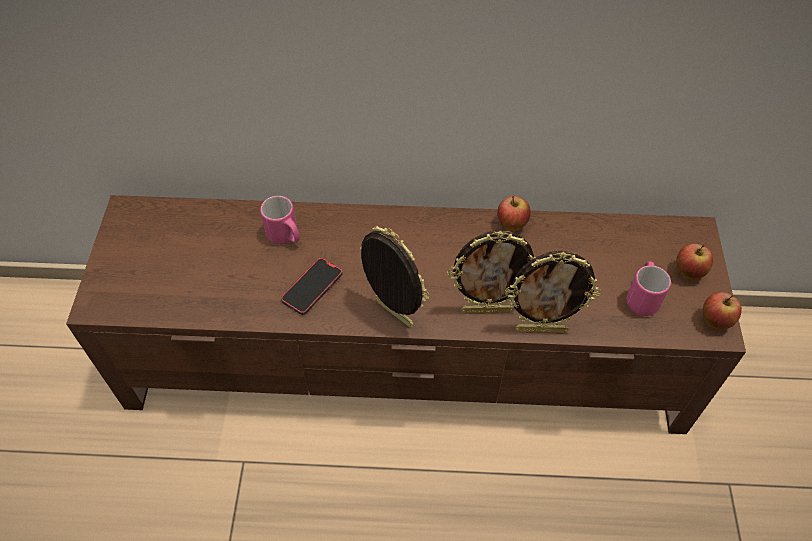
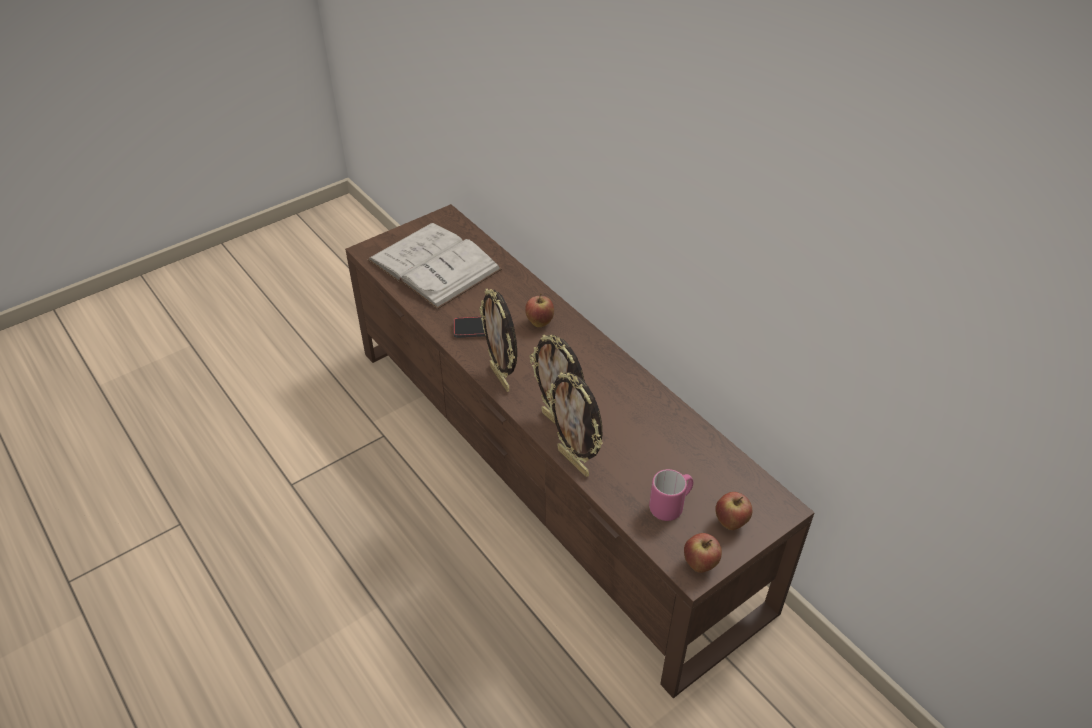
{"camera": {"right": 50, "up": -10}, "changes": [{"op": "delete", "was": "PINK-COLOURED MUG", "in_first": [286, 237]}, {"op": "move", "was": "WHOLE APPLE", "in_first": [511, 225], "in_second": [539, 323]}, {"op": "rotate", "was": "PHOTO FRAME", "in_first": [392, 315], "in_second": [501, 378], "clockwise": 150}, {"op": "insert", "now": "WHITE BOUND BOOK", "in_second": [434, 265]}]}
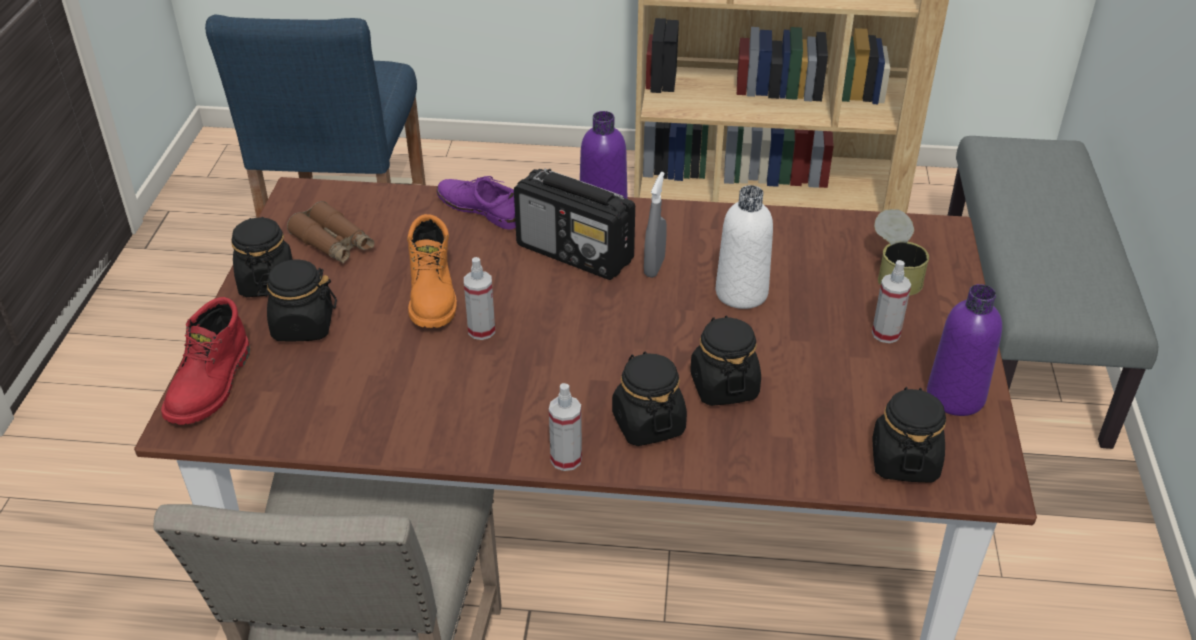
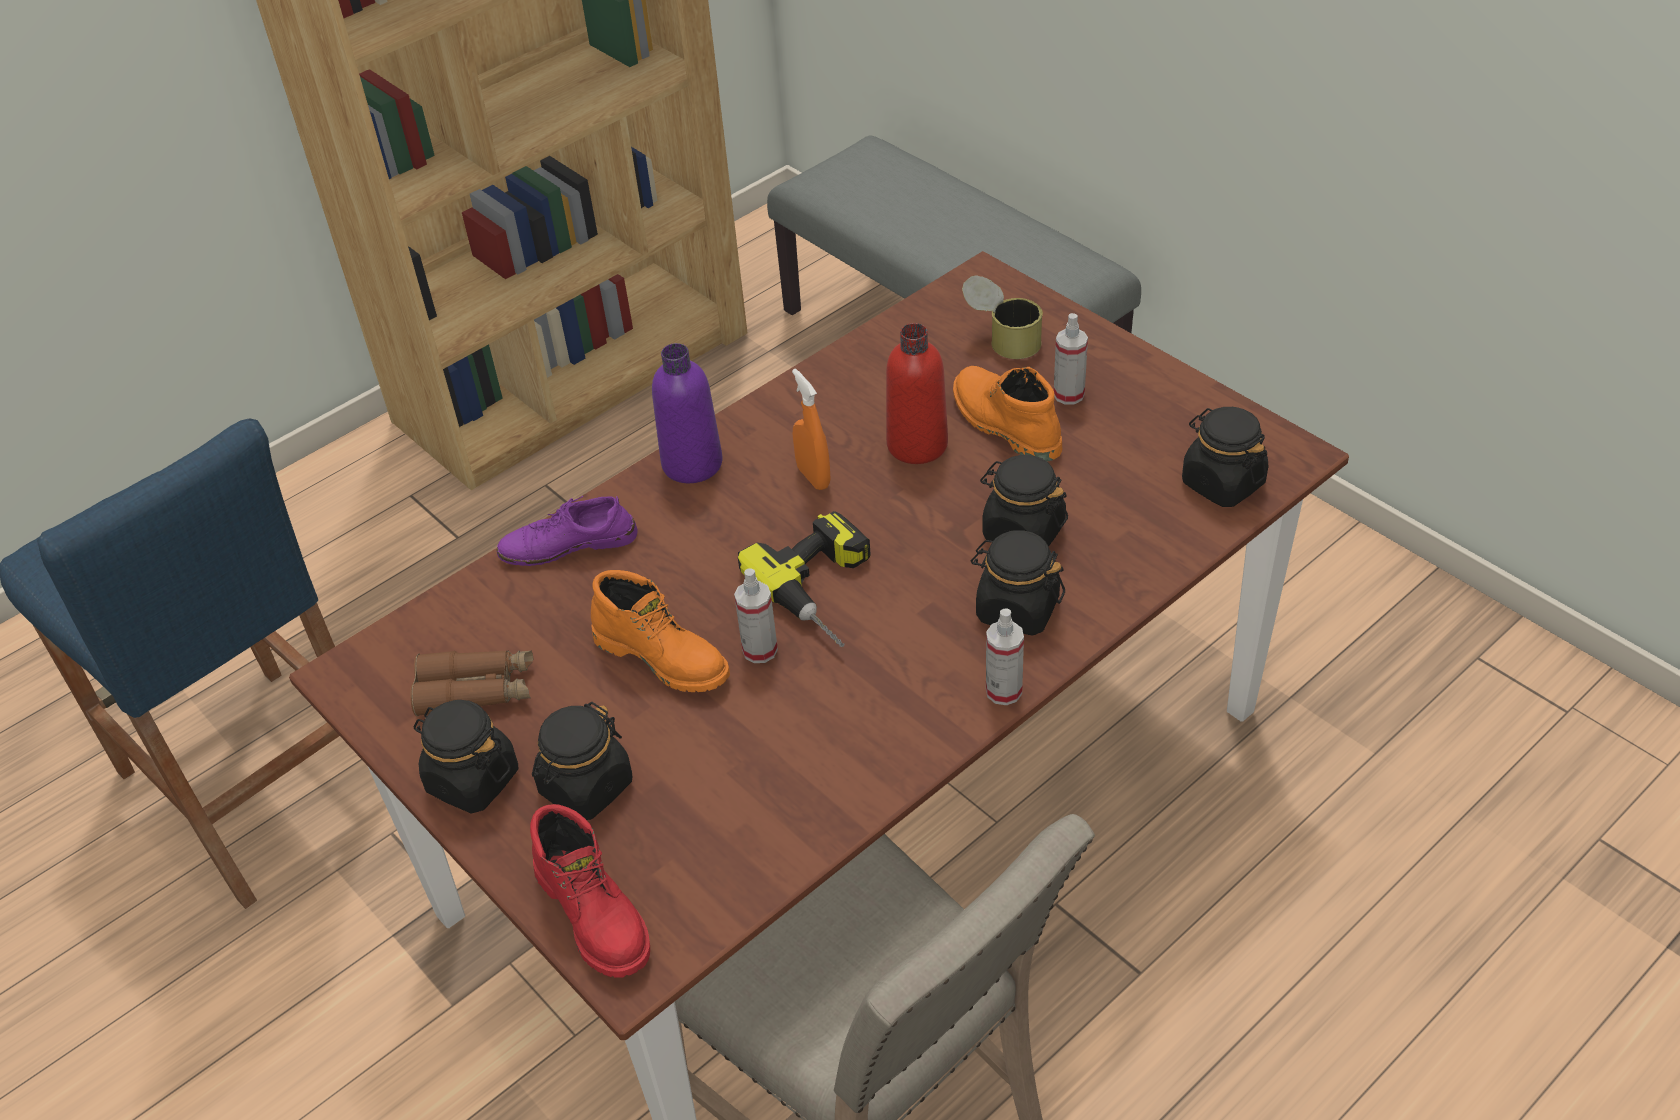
{"camera": {"right": -45, "up": 5}, "changes": [{"op": "delete", "was": "RADIO SET", "in_first": [575, 253]}, {"op": "recolor", "was": "GREY SPRAY BOTTLE", "now": "ORANGEY SPRAY BOTTLE", "in_first": [654, 267], "in_second": [813, 477]}, {"op": "recolor", "was": "WHITE BOTTLE", "now": "RED BOTTLE", "in_first": [741, 293], "in_second": [917, 445]}, {"op": "delete", "was": "PURPLISH BOTTLE", "in_first": [955, 397]}, {"op": "insert", "now": "ORANGEY HIGH-TOP BOOT", "in_second": [1003, 424]}, {"op": "insert", "now": "POWER DRILL", "in_second": [828, 590]}]}
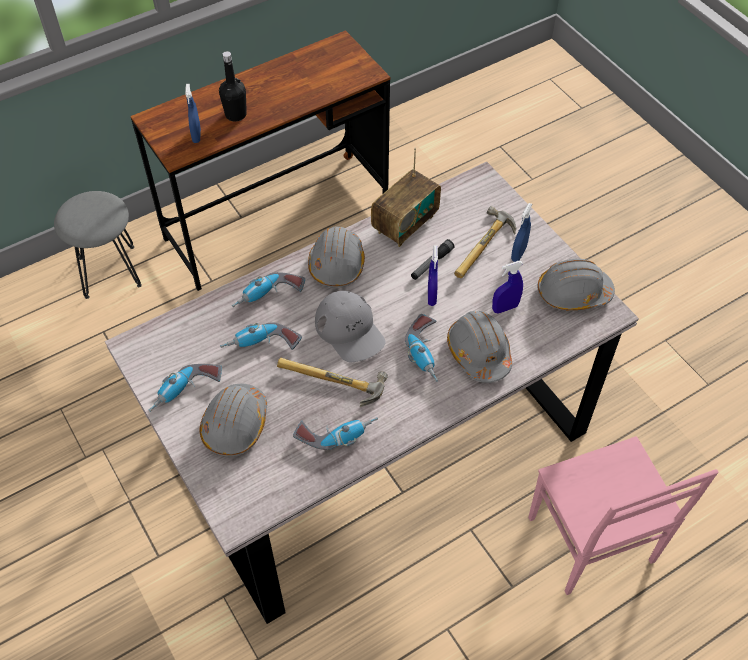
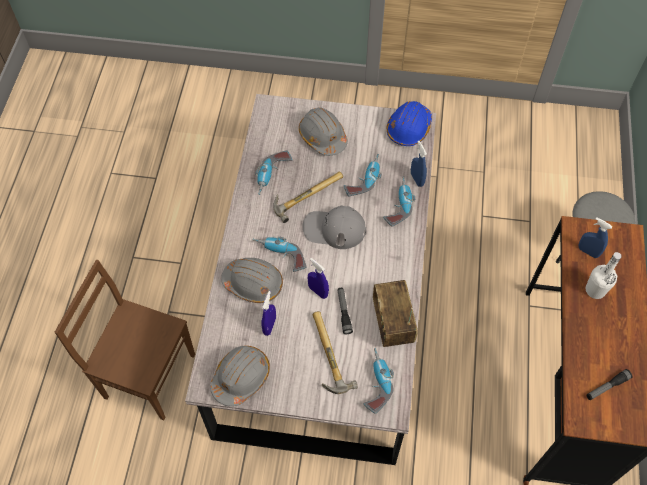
{"camera": {"right": 130, "up": 5}, "changes": [{"op": "recolor", "was": "BLACK-COLOURED BOTTLE", "now": "WHITE BOTTLE", "in_first": [236, 114], "in_second": [595, 290]}, {"op": "move", "was": "BLUE-COLOURED SPRAY BOTTLE", "in_first": [518, 254], "in_second": [417, 179]}, {"op": "delete", "was": "GREY WORK HELMET", "in_first": [337, 264]}, {"op": "move", "was": "POWER DRILL", "in_first": [186, 393], "in_second": [375, 383]}, {"op": "recolor", "was": "PINK-COLOURED CHAIR", "now": "BROWNISH CHAIR", "in_first": [590, 542], "in_second": [149, 374]}, {"op": "insert", "now": "BLUE-COLOURED WORK HELMET", "in_second": [408, 128]}, {"op": "insert", "now": "HAND TORCH", "in_second": [607, 387]}]}
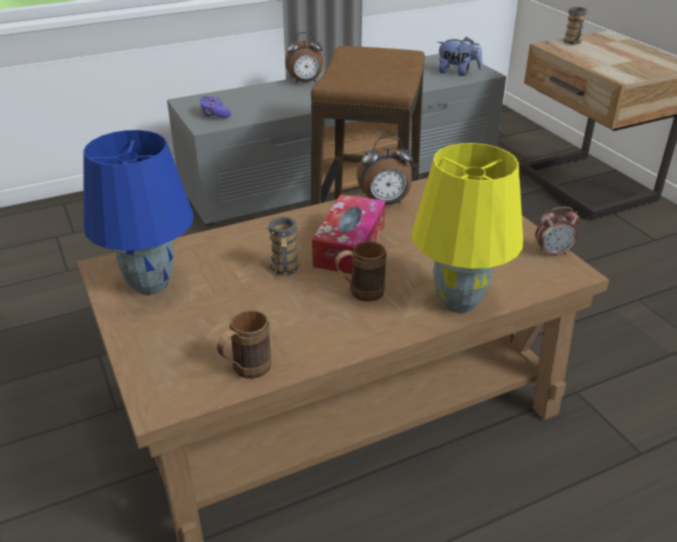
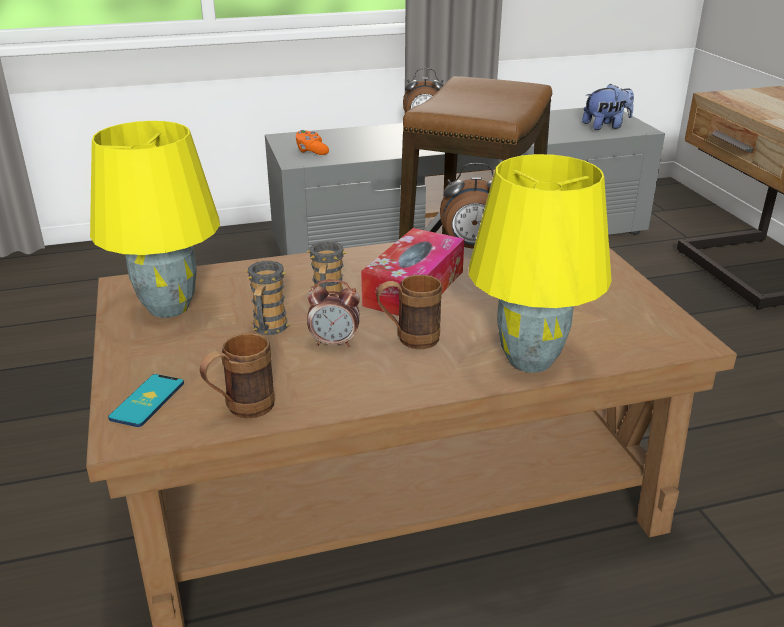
{"camera": {"right": 10, "up": -5}, "changes": [{"op": "move", "was": "MUG", "in_first": [573, 42], "in_second": [268, 329]}, {"op": "rotate", "was": "PLUSH TOY", "in_first": [457, 72], "in_second": [606, 126], "clockwise": -45}, {"op": "recolor", "was": "PURPLISH GAMEPAD", "now": "ORANGEY GAMEPAD", "in_first": [214, 114], "in_second": [311, 151]}, {"op": "recolor", "was": "BLUE-COLOURED TABLE LAMP", "now": "YELLOW-COLOURED TABLE LAMP", "in_first": [150, 286], "in_second": [168, 309]}, {"op": "move", "was": "BEDSIDE CLOCK", "in_first": [552, 252], "in_second": [334, 343]}, {"op": "insert", "now": "PHONE", "in_second": [147, 401]}]}
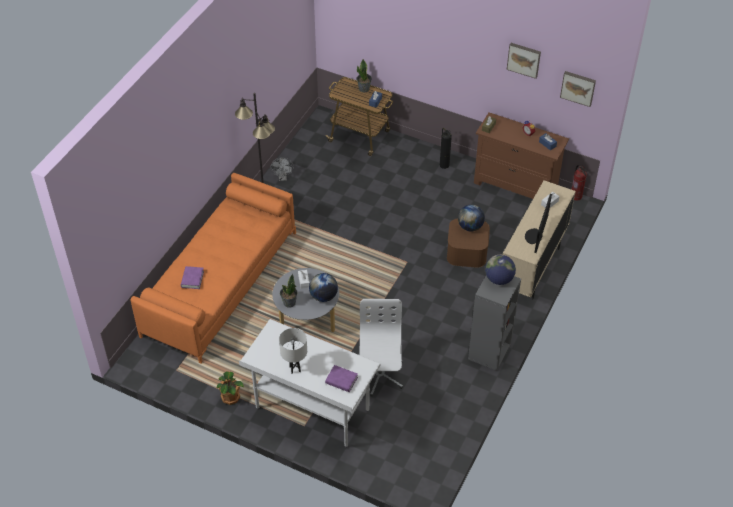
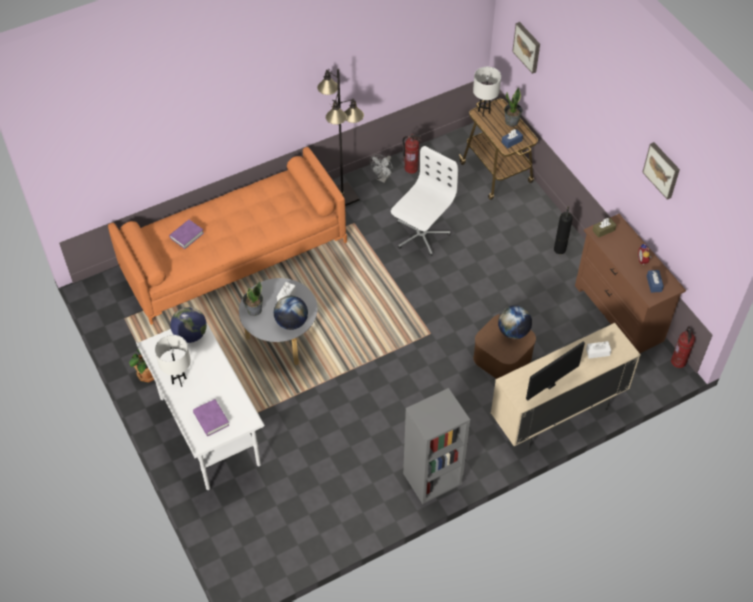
{"camera": {"right": 35, "up": 5}, "changes": [{"op": "move", "was": "WALL PICTURE", "in_first": [578, 87], "in_second": [527, 47]}, {"op": "move", "was": "GLOBE", "in_first": [499, 279], "in_second": [190, 335]}, {"op": "move", "was": "WHITE COMPUTER CHAIR", "in_first": [379, 375], "in_second": [420, 235]}, {"op": "insert", "now": "WHITE TABLE LAMP", "in_second": [484, 112]}, {"op": "insert", "now": "FIRE-FIGHTING CYLINDER", "in_second": [411, 168]}]}
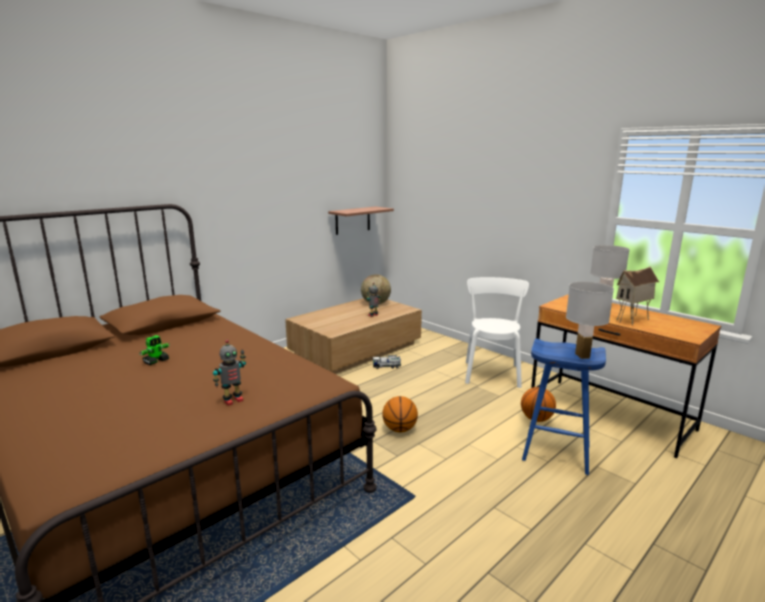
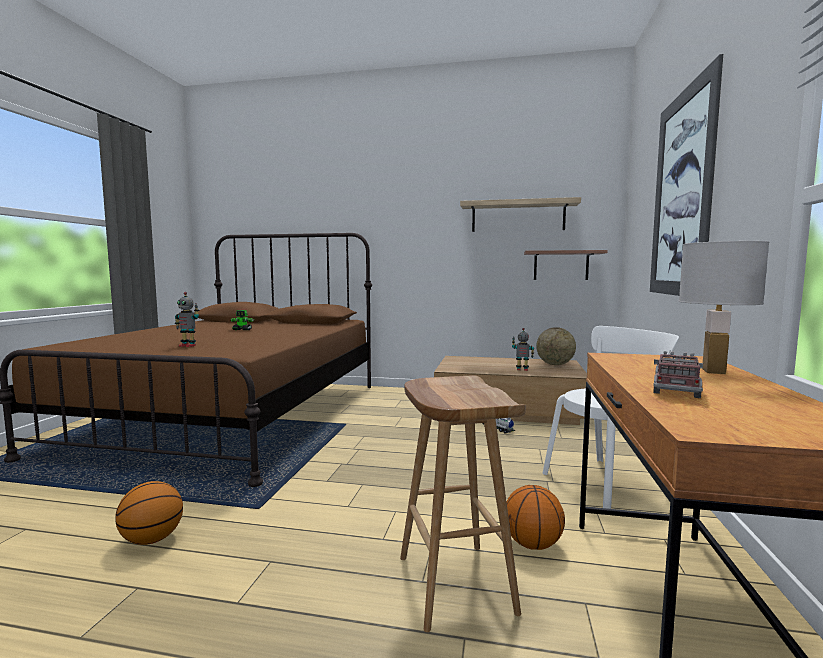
{"camera": {"right": 55, "up": -10}, "changes": [{"op": "replace", "was": "MINIATURE HOUSE", "now": "TOY TRUCK", "in_first": [632, 321], "in_second": [676, 389]}, {"op": "delete", "was": "WHITE TABLE LAMP", "in_first": [582, 356]}, {"op": "recolor", "was": "BLUE-COLOURED STOOL", "now": "BROWNISH STOOL", "in_first": [555, 453], "in_second": [453, 583]}, {"op": "move", "was": "BALL FOR BASKETBALL", "in_first": [399, 429], "in_second": [152, 539]}, {"op": "insert", "now": "WALL PICTURE", "in_second": [681, 194]}, {"op": "insert", "now": "SHELF", "in_second": [518, 216]}]}
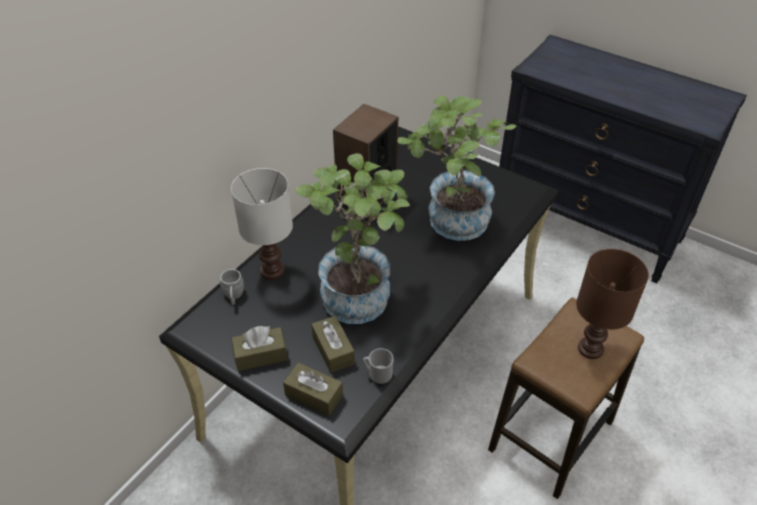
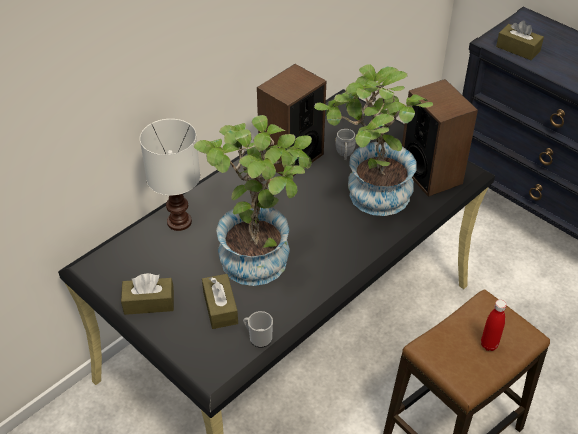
{"camera": {"right": 10, "up": 0}, "changes": [{"op": "replace", "was": "BROWNISH TABLE LAMP", "now": "RED BOTTLE", "in_first": [590, 349], "in_second": [489, 345]}, {"op": "move", "was": "GREY MUG", "in_first": [234, 297], "in_second": [345, 154]}, {"op": "move", "was": "BROWNISH TISSUE BOX", "in_first": [314, 395], "in_second": [518, 49]}, {"op": "insert", "now": "LOUDSPEAKER", "in_second": [431, 173]}]}
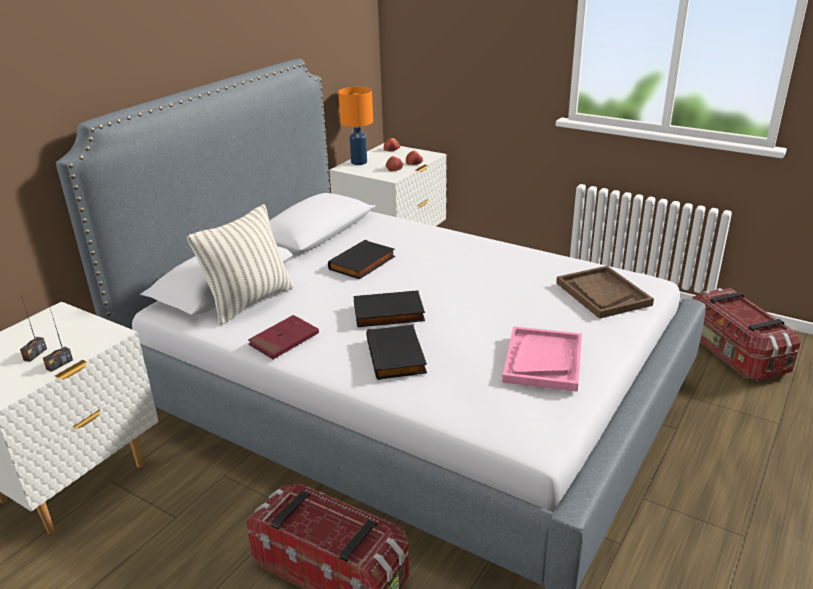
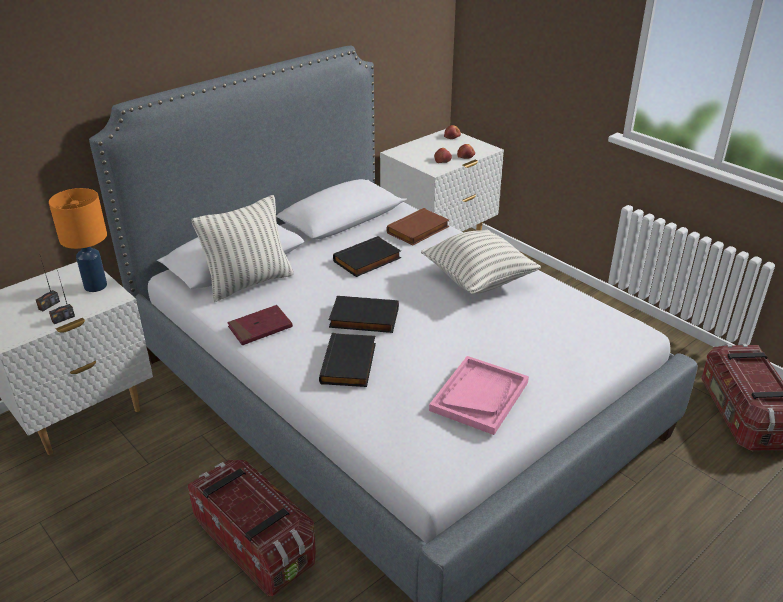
{"camera": {"right": 15, "up": 5}, "changes": [{"op": "move", "was": "ORANGEY TABLE LAMP", "in_first": [359, 162], "in_second": [96, 285]}, {"op": "delete", "was": "BROWNISH TRAY", "in_first": [602, 294]}, {"op": "insert", "now": "BROWNISH BOUND BOOK", "in_second": [418, 230]}, {"op": "insert", "now": "THROW PILLOW", "in_second": [478, 280]}]}
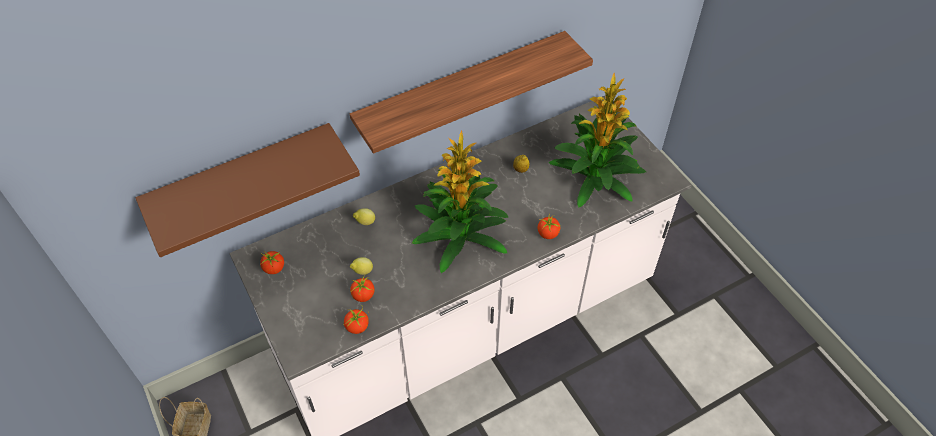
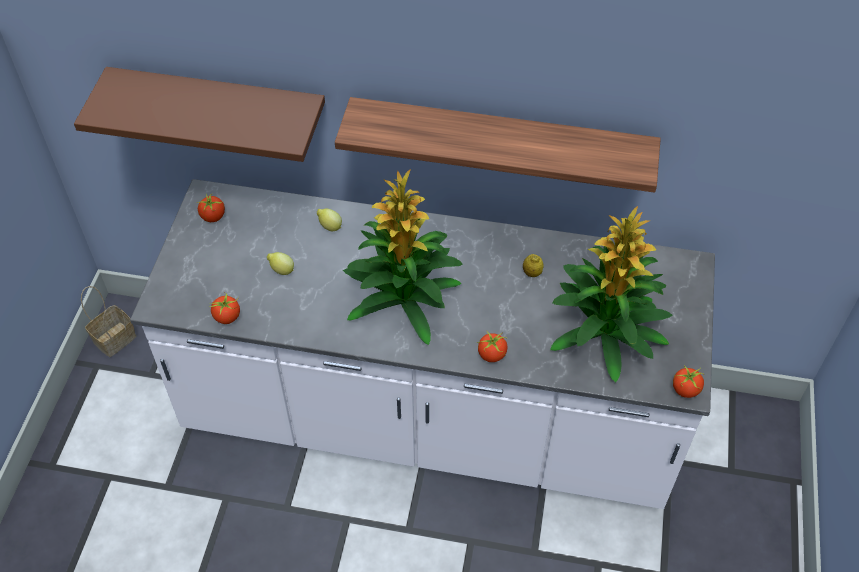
{"camera": {"right": 40, "up": 0}, "changes": [{"op": "move", "was": "FRESH TOMATO", "in_first": [363, 295], "in_second": [685, 390]}]}
